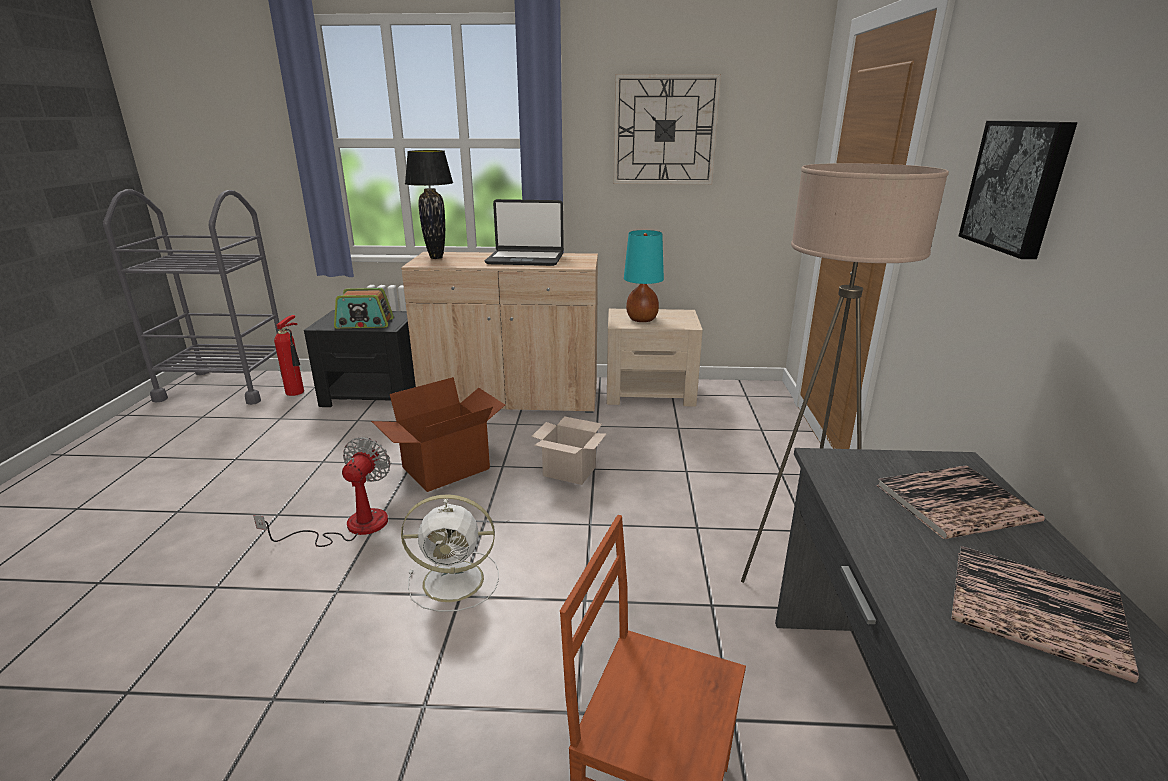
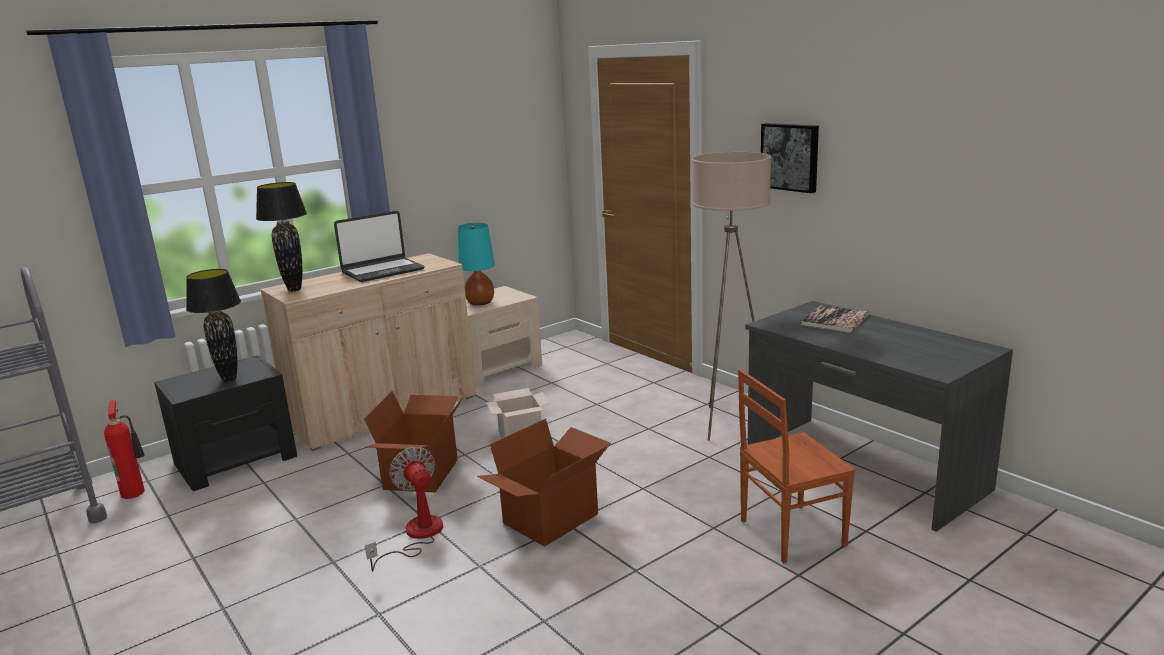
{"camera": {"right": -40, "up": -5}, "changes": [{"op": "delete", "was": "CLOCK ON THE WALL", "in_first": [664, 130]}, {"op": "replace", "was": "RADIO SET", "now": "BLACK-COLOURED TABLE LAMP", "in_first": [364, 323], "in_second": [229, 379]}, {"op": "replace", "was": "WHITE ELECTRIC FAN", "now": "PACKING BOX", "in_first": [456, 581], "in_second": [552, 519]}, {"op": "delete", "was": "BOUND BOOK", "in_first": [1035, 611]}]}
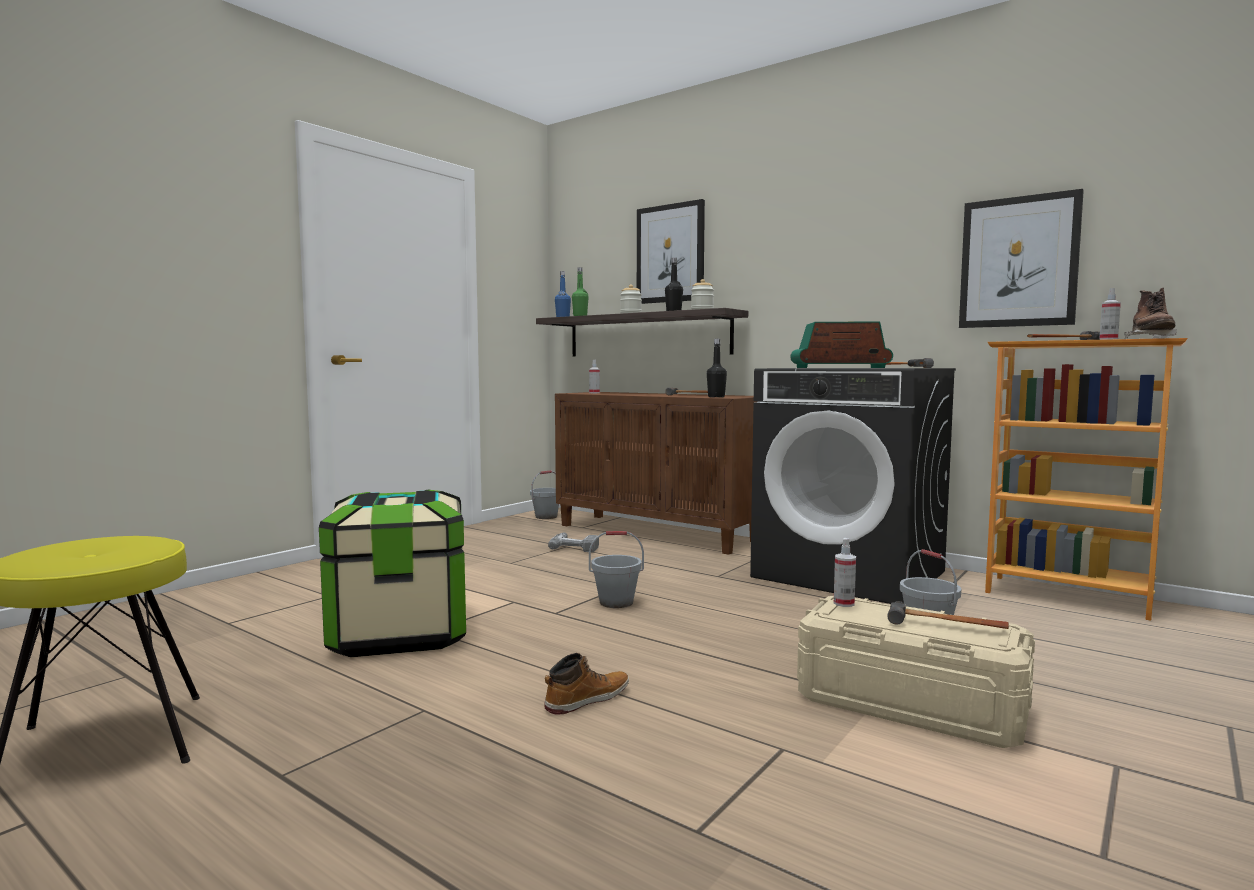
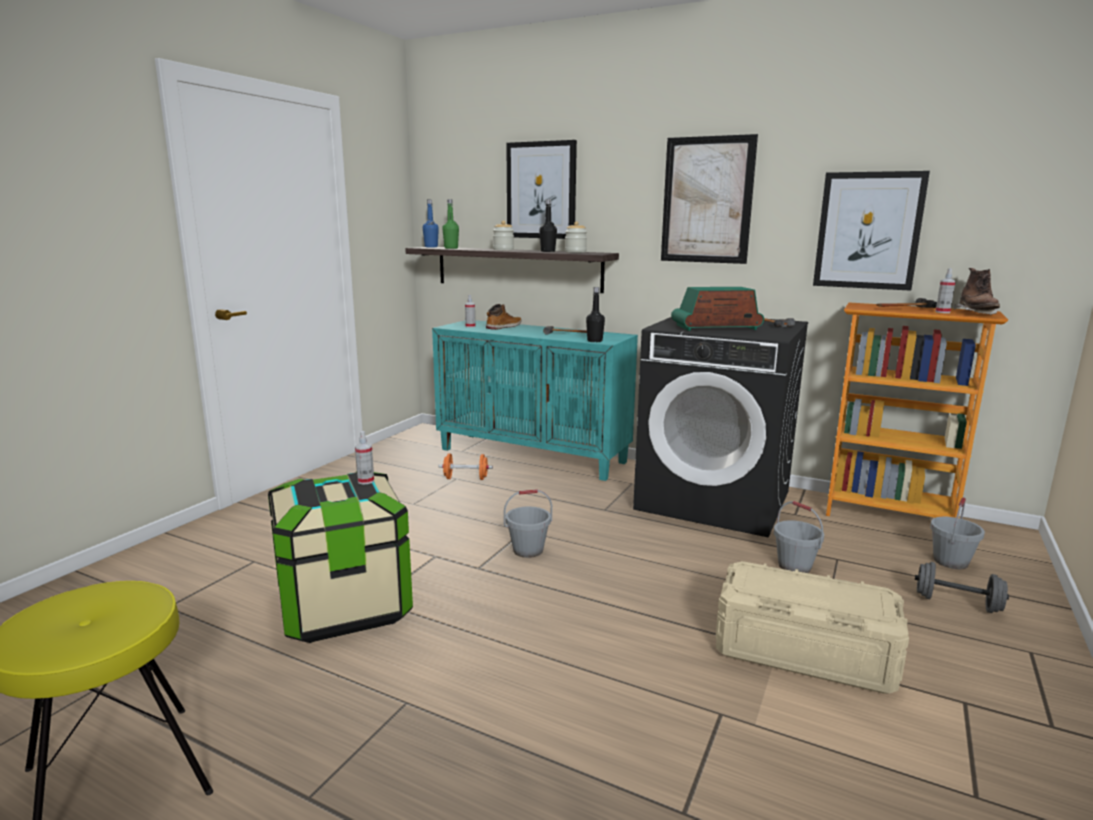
{"camera": {"right": -10, "up": 10}, "changes": [{"op": "recolor", "was": "BROWNISH CABINET", "now": "TURQUOISE-COLOURED CABINET", "in_first": [657, 533], "in_second": [534, 455]}, {"op": "move", "was": "GREY BUCKET", "in_first": [546, 517], "in_second": [951, 562]}, {"op": "replace", "was": "POWER DRILL", "now": "ORANGEY DUMBBELL", "in_first": [576, 547], "in_second": [465, 478]}, {"op": "move", "was": "SPRAY BOTTLE", "in_first": [844, 603], "in_second": [365, 481]}, {"op": "delete", "was": "HAND HAMMER", "in_first": [946, 625]}, {"op": "move", "was": "HIGH-TOP BOOT", "in_first": [586, 699], "in_second": [503, 327]}, {"op": "insert", "now": "WALL PICTURE", "in_second": [707, 200]}, {"op": "insert", "now": "GREY DUMBBELL", "in_second": [957, 603]}]}
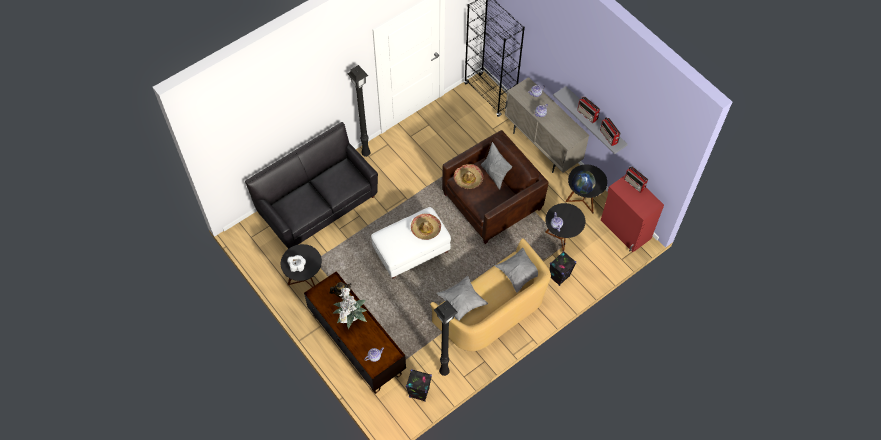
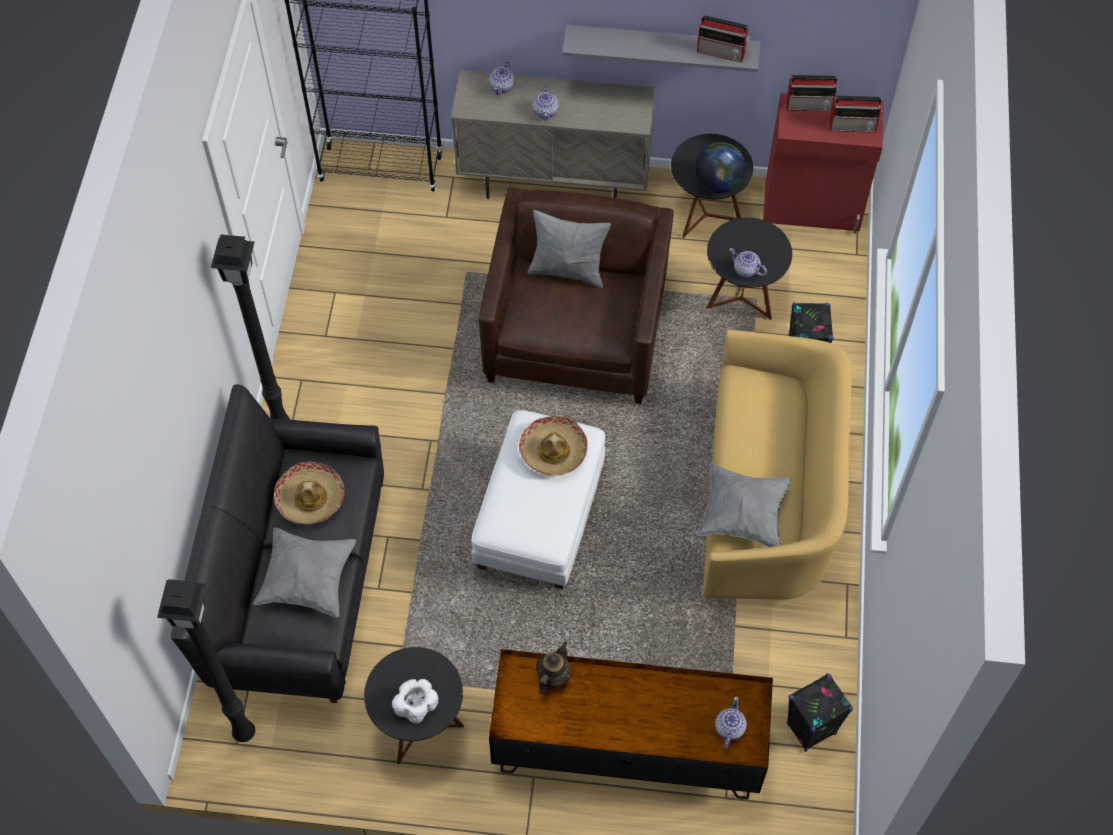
{"camera": {"right": -45, "up": 0}, "changes": [{"op": "move", "was": "RADIO SET", "in_first": [587, 115], "in_second": [853, 126]}, {"op": "move", "was": "CLOTHING HAT", "in_first": [468, 179], "in_second": [310, 498]}, {"op": "move", "was": "GREY THROW PILLOW", "in_first": [519, 273], "in_second": [308, 580]}, {"op": "delete", "was": "PLANT IN A POT", "in_first": [350, 317]}, {"op": "move", "was": "BLACK-COLOURED STANDING LAMP", "in_first": [444, 372], "in_second": [245, 734]}]}
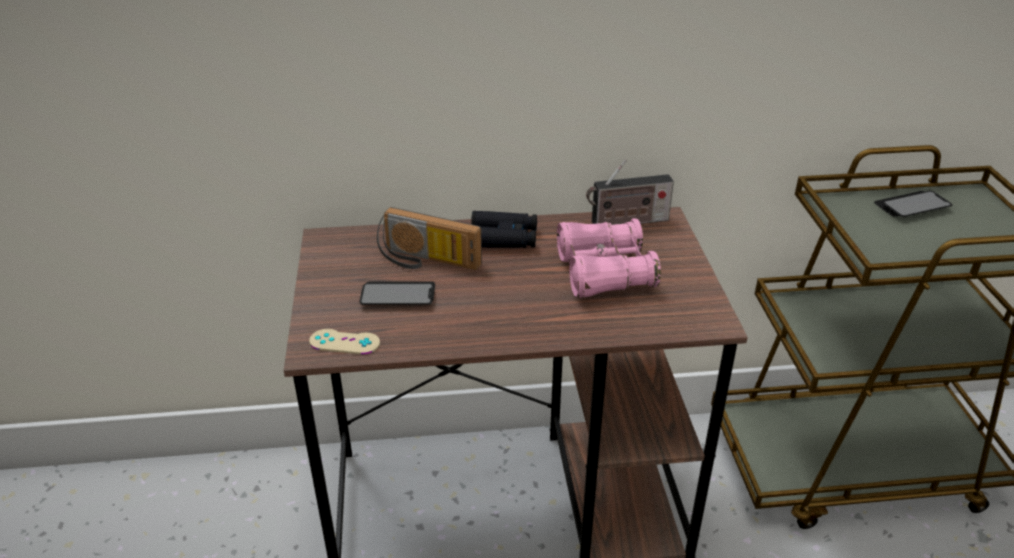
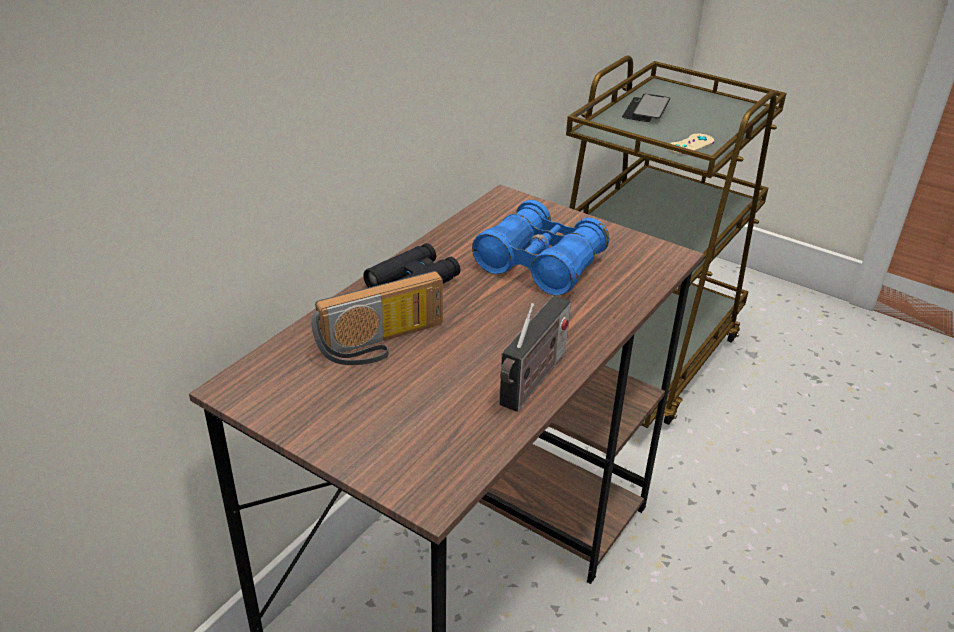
{"camera": {"right": -50, "up": 0}, "changes": [{"op": "move", "was": "RADIO SET", "in_first": [626, 222], "in_second": [532, 381]}, {"op": "recolor", "was": "PINK-COLOURED FIELD GLASSES", "now": "BLUE-COLOURED FIELD GLASSES", "in_first": [604, 272], "in_second": [540, 264]}, {"op": "delete", "was": "PHONE", "in_first": [398, 295]}, {"op": "move", "was": "BEIGE-COLOURED GAMEPAD", "in_first": [344, 342], "in_second": [690, 144]}]}
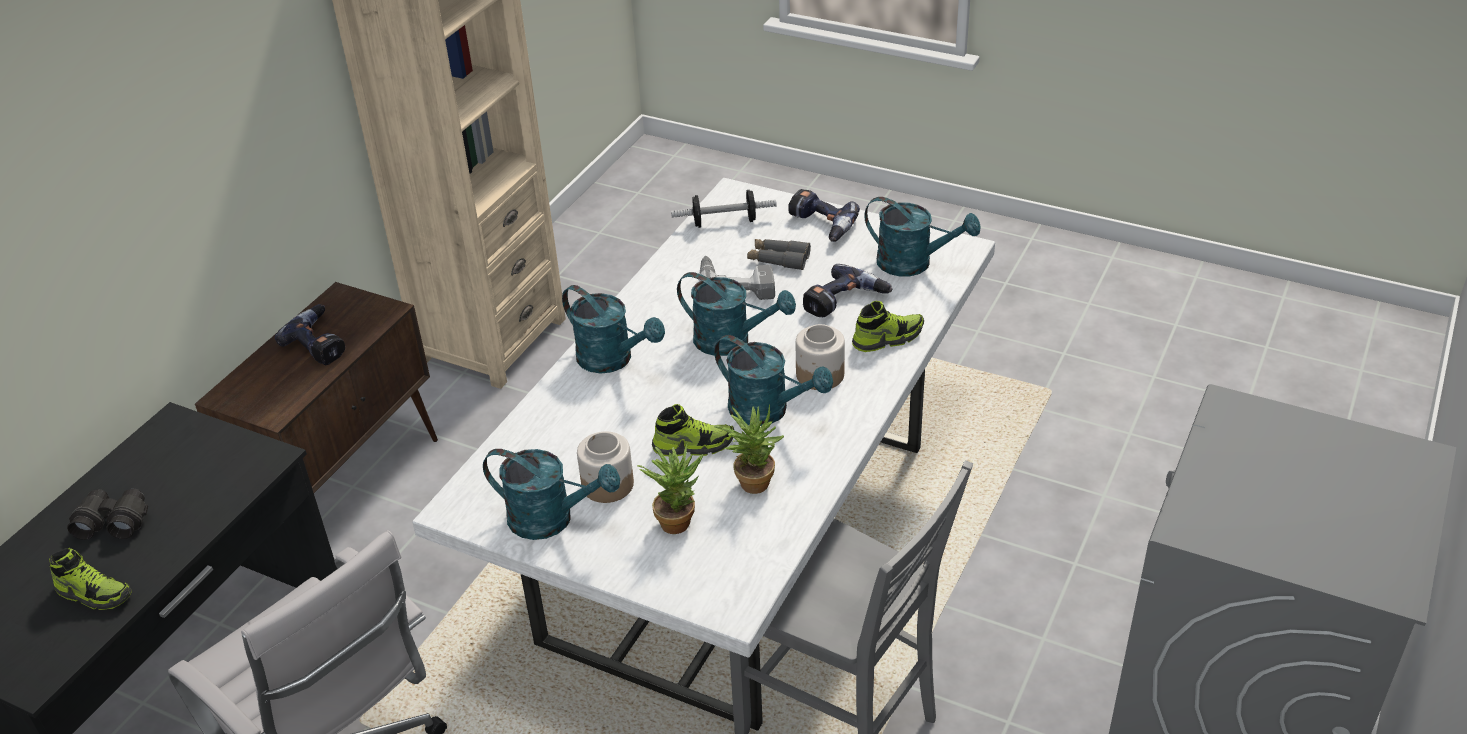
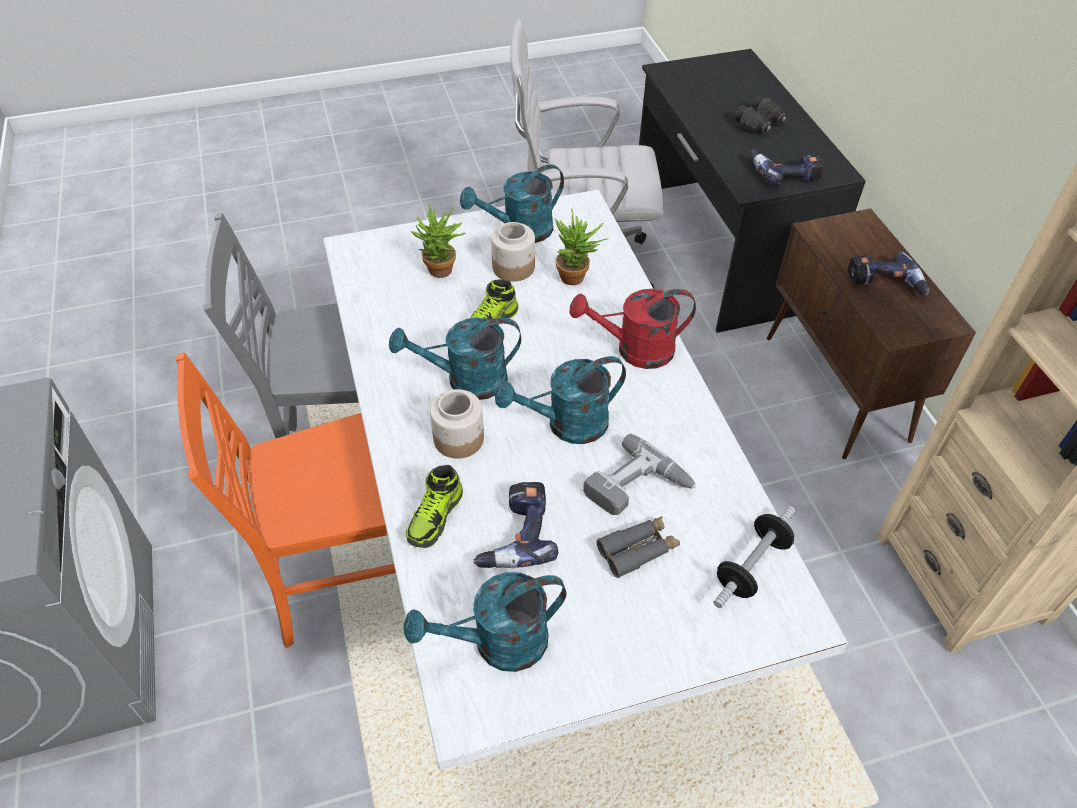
{"camera": {"right": 135, "up": 10}, "changes": [{"op": "move", "was": "POWER DRILL", "in_first": [820, 226], "in_second": [784, 173]}, {"op": "recolor", "was": "TURQUOISE-COLOURED WATERING CAN", "now": "RED WATERING CAN", "in_first": [613, 360], "in_second": [634, 350]}, {"op": "move", "was": "PLANT IN A POT", "in_first": [751, 480], "in_second": [577, 279]}, {"op": "delete", "was": "ITEM OF FOOTWEAR", "in_first": [95, 593]}, {"op": "insert", "now": "ORANGEY CHAIR", "in_second": [341, 583]}]}
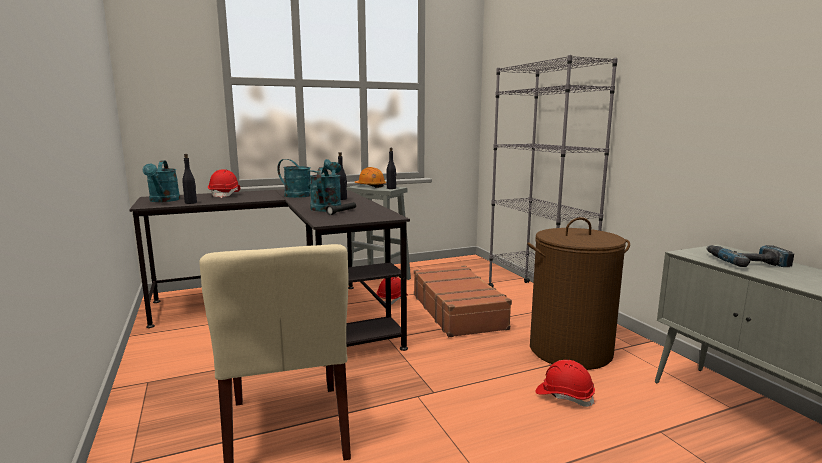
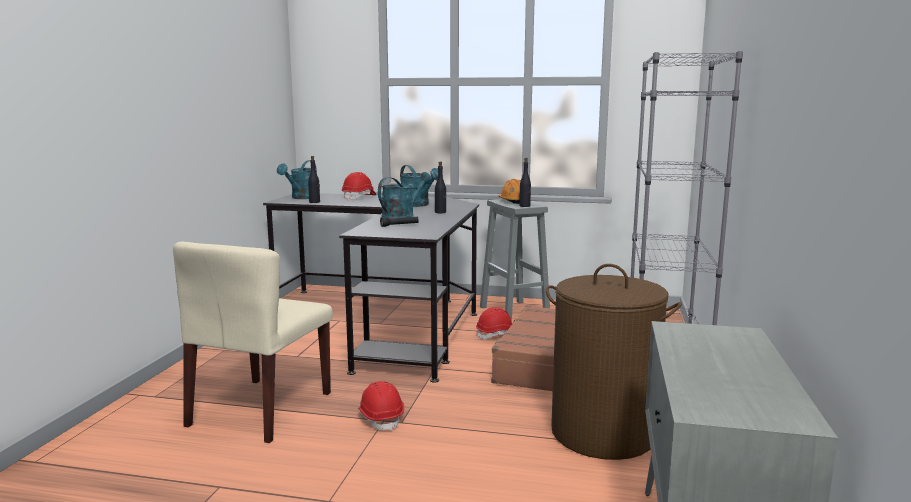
{"camera": {"right": 35, "up": 0}, "changes": [{"op": "delete", "was": "POWER DRILL", "in_first": [747, 261]}, {"op": "move", "was": "RED WORK HELMET", "in_first": [564, 396], "in_second": [381, 418]}]}
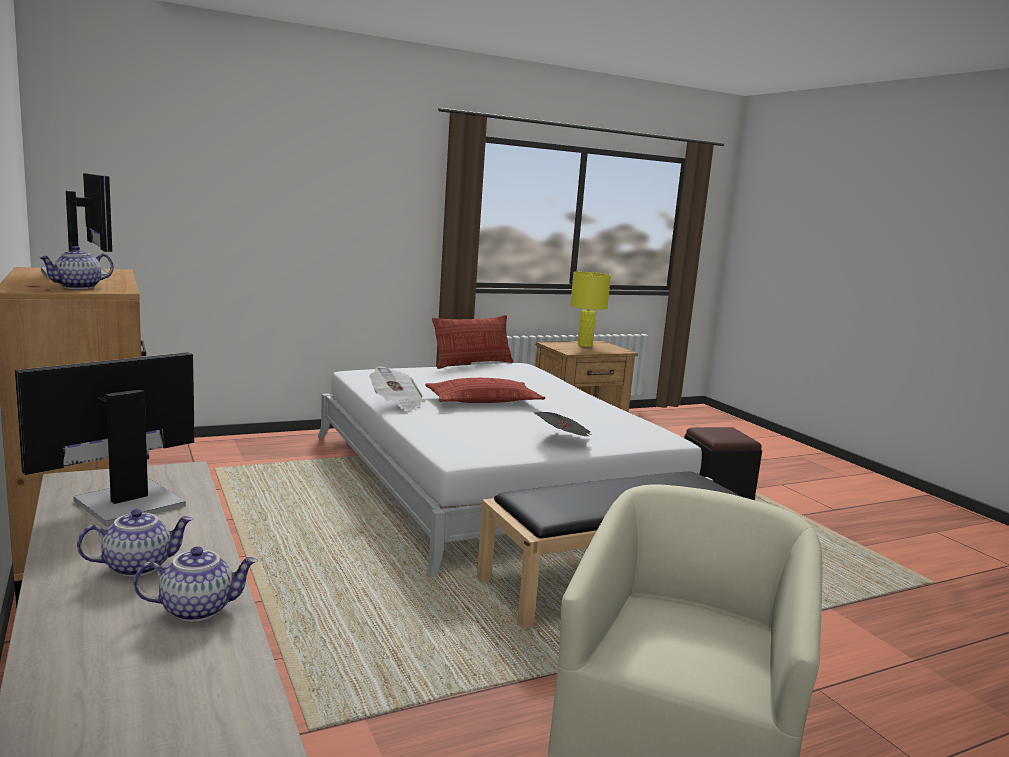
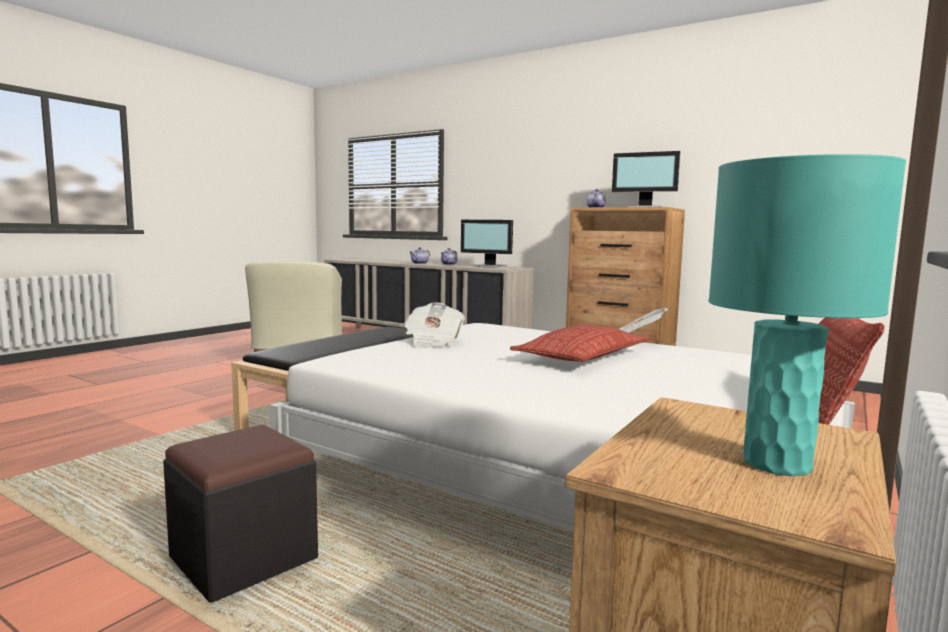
{"camera": {"right": 150, "up": -5}, "changes": [{"op": "recolor", "was": "YELLOW-COLOURED TABLE LAMP", "now": "TURQUOISE-COLOURED TABLE LAMP", "in_first": [585, 345], "in_second": [776, 463]}, {"op": "rotate", "was": "COMPUTER DISPLAY", "in_first": [126, 502], "in_second": [489, 266], "clockwise": 105}]}
